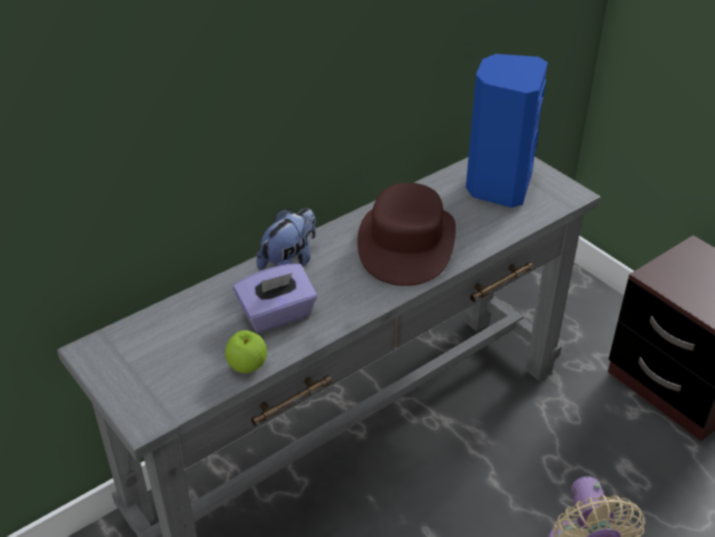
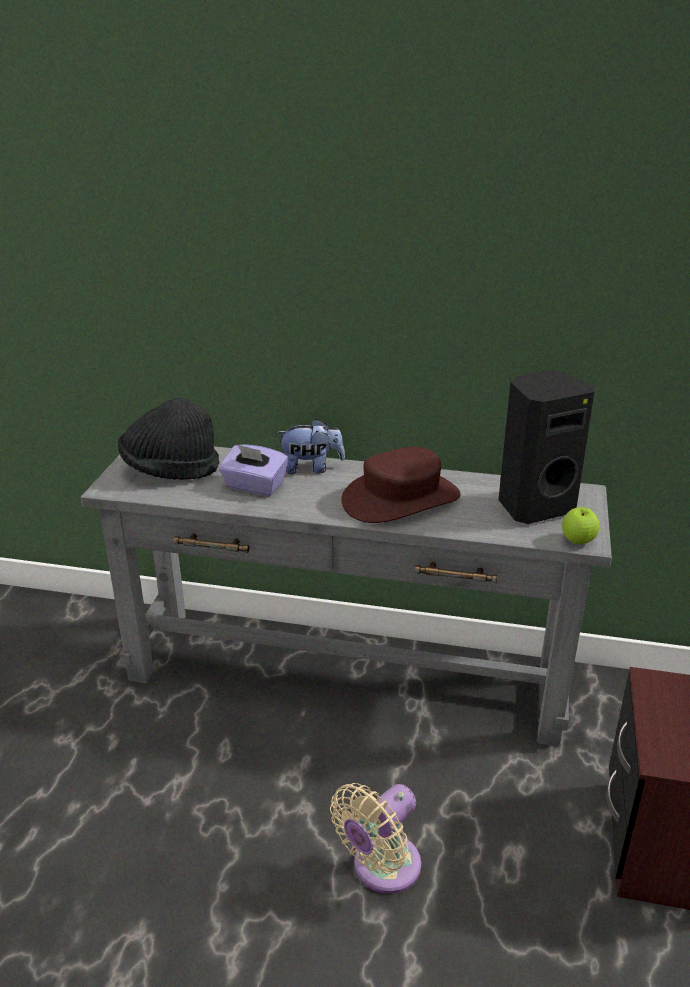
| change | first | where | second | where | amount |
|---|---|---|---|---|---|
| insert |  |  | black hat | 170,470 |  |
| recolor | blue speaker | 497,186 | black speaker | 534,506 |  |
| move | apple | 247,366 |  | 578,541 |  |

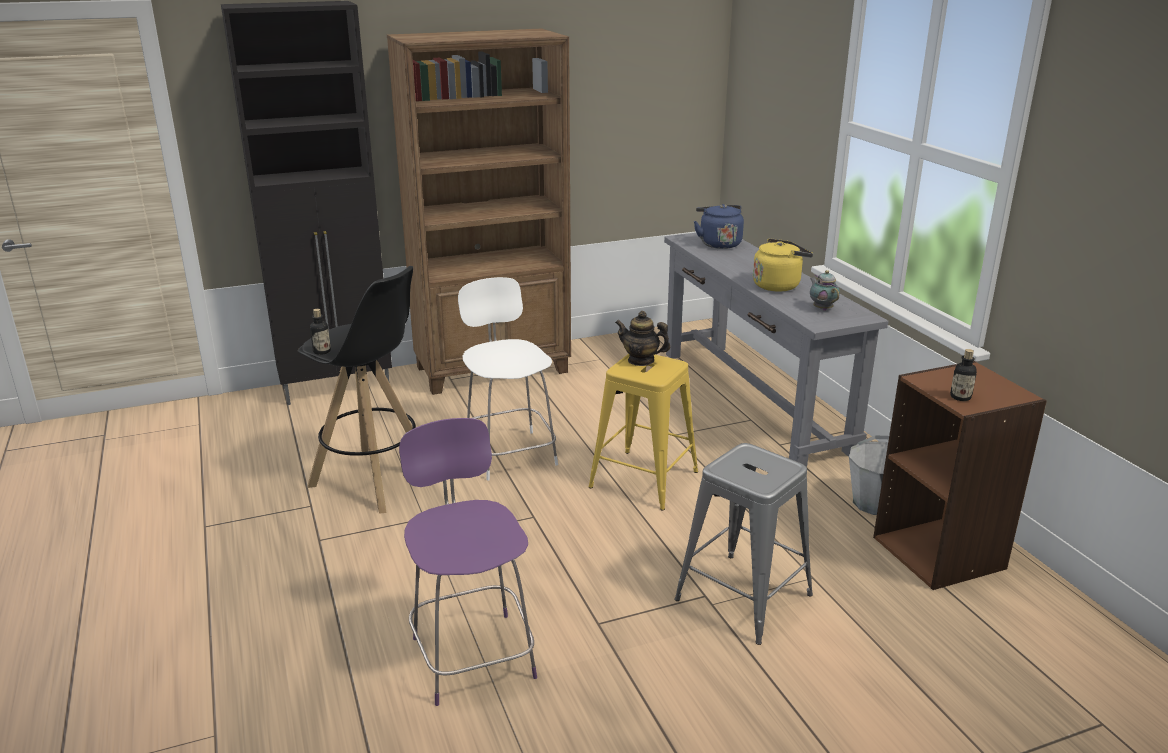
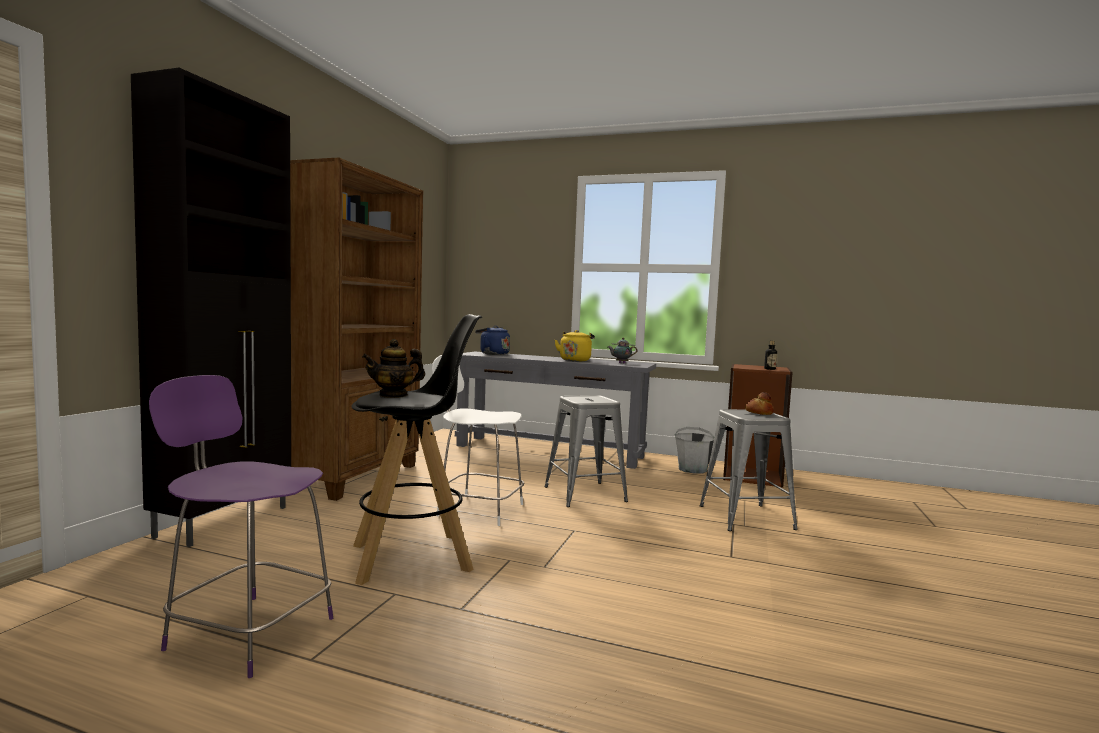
| change | first | where | second | where | amount |
|---|---|---|---|---|---|
| move | purple chair | 472,654 |  | 247,632 |  |
| move | teapot | 641,360 |  | 393,395 |  |
| recolor | yellow stool | 643,479 | grey stool | 584,494 |  |
| insert |  |  | bread | 759,412 |  |
| delete | bottle | 322,351 |  |  |  |

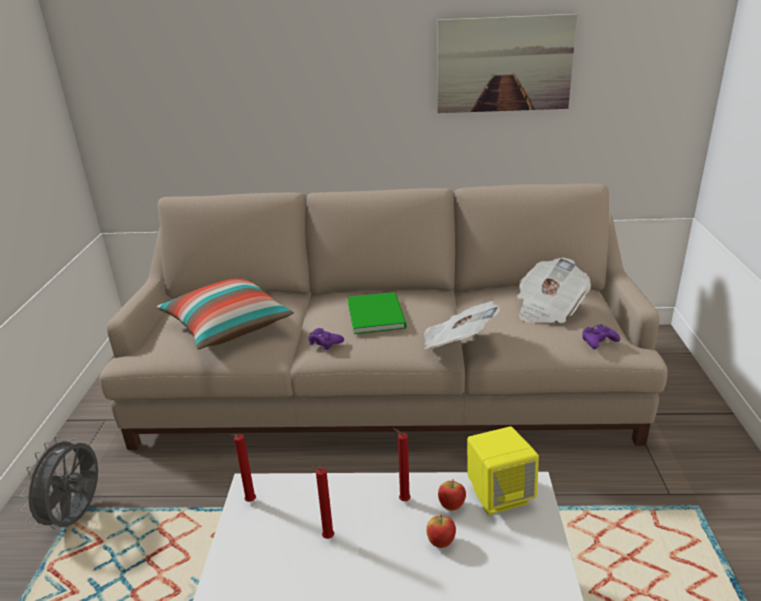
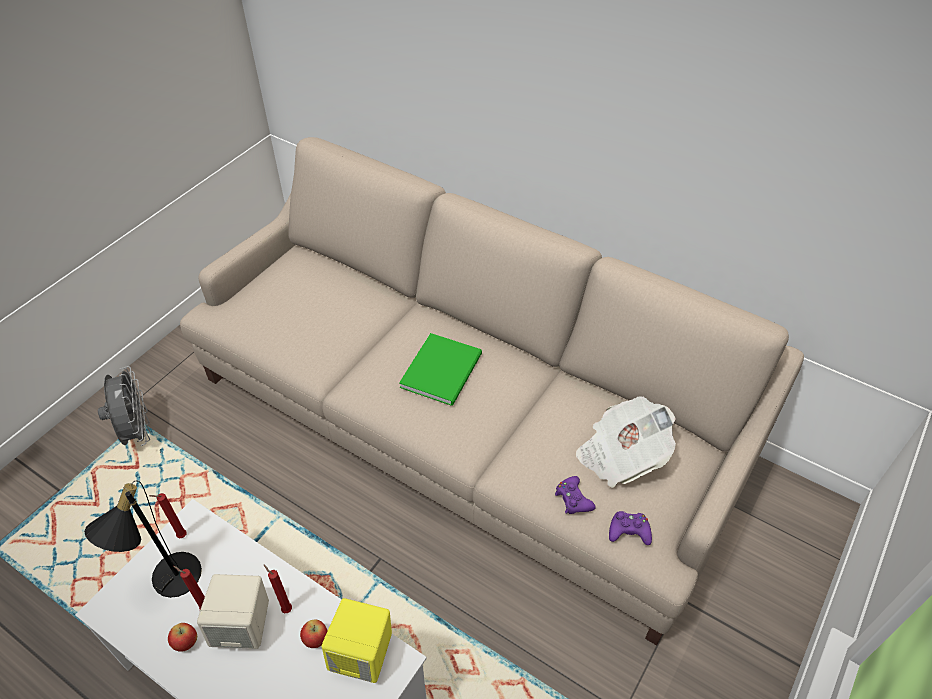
| change | first | where | second | where | amount |
|---|---|---|---|---|---|
| insert |  |  | black table lamp | 167,579 |  |
| rotate | grey fan | 77,517 |  | 137,431 | 120 degrees clockwise |
| move | apple | 441,542 |  | 186,643 |  |
| insert |  |  | beige speaker | 243,626 |  |
| move | purple game controller | 324,343 |  | 573,499 |  |
| delete | pillow | 228,326 |  |  |  |
| delete | newspaper | 457,343 |  |  |  |
| delete | picture | 504,64 |  |  |  |

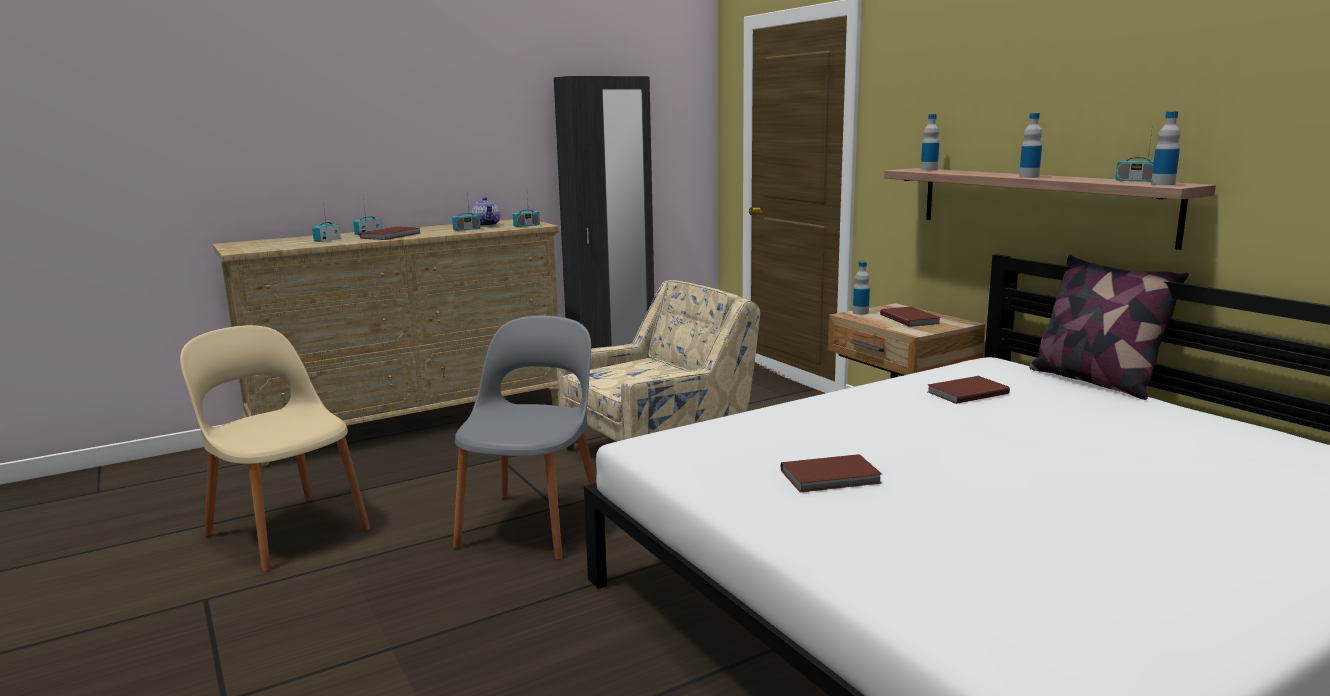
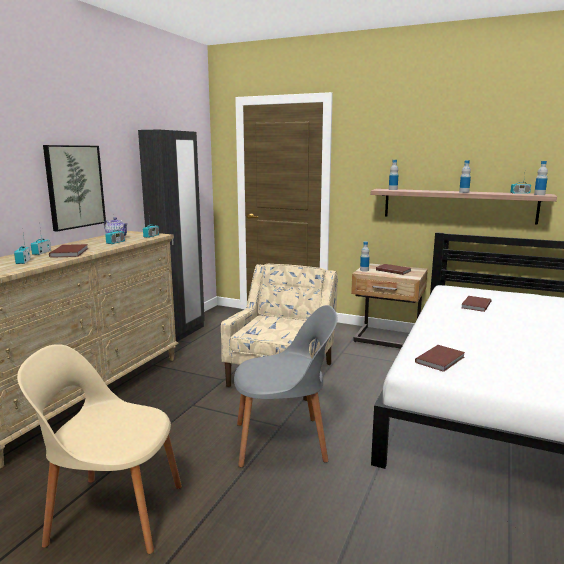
| change | first | where | second | where | amount |
|---|---|---|---|---|---|
| insert |  |  | picture | 74,186 |  |
| rotate | grey chair | 532,523 |  | 283,441 | 105 degrees clockwise |
| move | brown book | 832,477 |  | 441,360 |  |
| delete | pillow | 1094,381 |  |  |  |

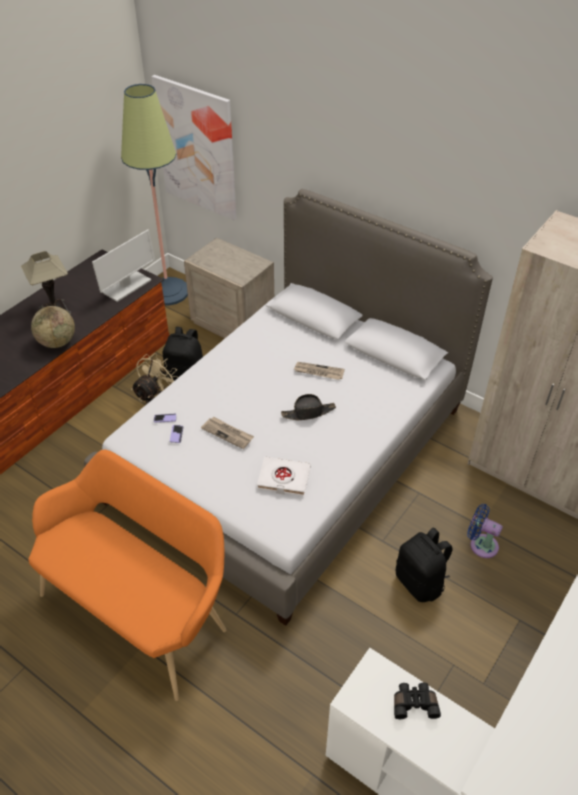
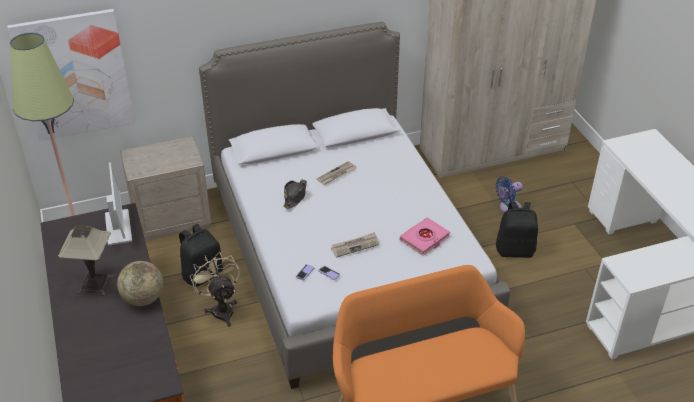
| change | first | where | second | where | amount |
|---|---|---|---|---|---|
| move | black hat | 308,412 |  | 295,196 |  |
| recolor | white book | 283,479 | pink book | 425,239 |  |
| delete | black binoculars | 414,703 |  |  |  |

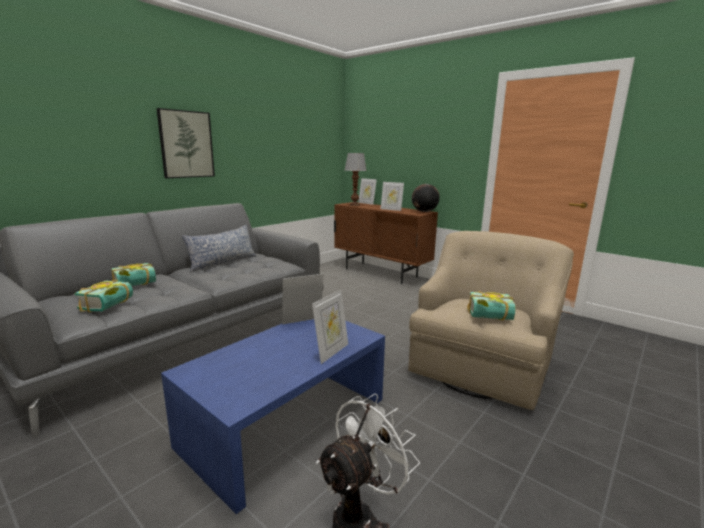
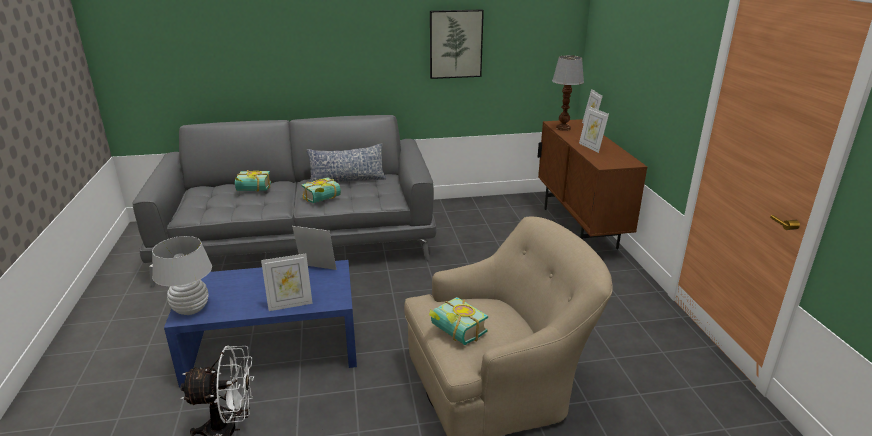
| change | first | where | second | where | amount |
|---|---|---|---|---|---|
| insert |  |  | white table lamp | 191,309 |  |
| move | book | 111,306 |  | 323,199 |  |
| move | picture | 186,144 |  | 455,44 |  |
| delete | globe | 424,211 |  |  |  |

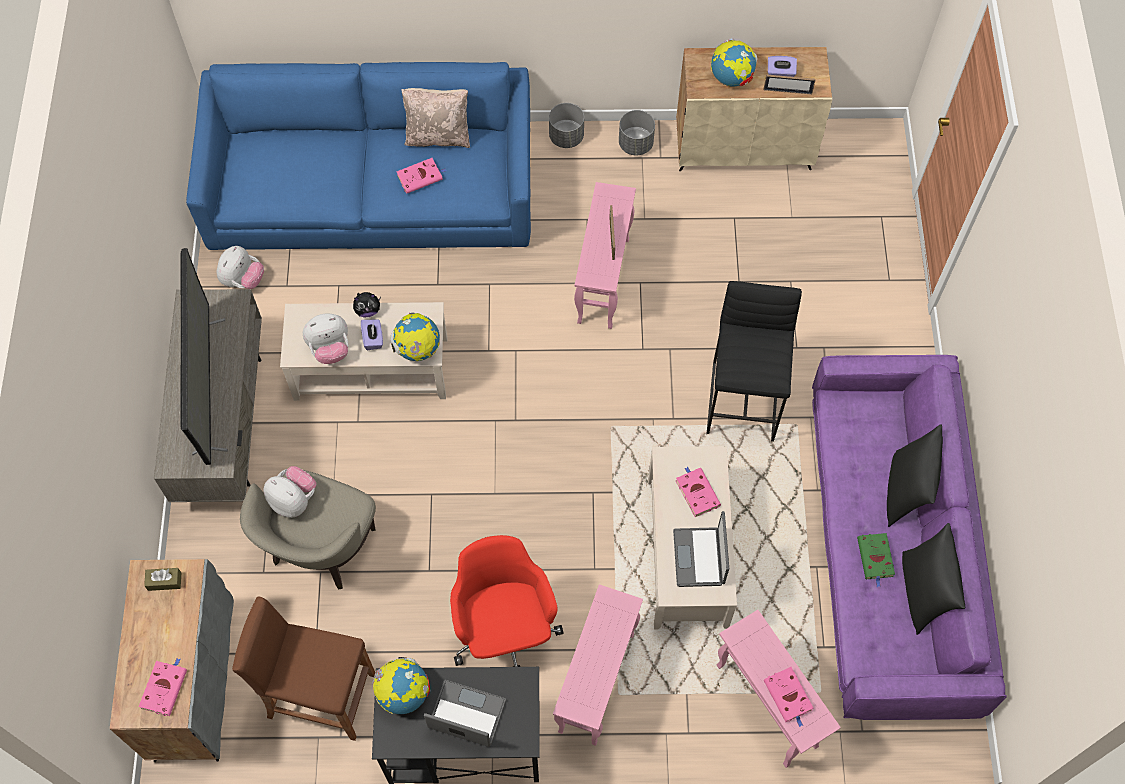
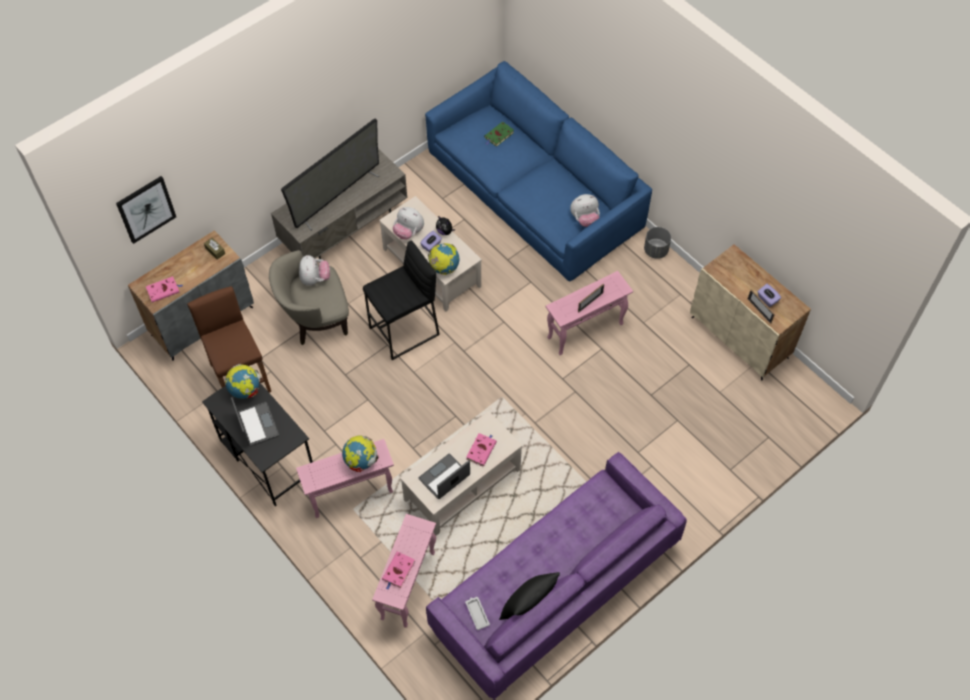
| change | first | where | second | where | amount |
|---|---|---|---|---|---|
| insert |  |  | picture | 146,209 |  |
| move | globe | 731,78 |  | 361,461 |  |
| move | black stool | 744,401 |  | 404,332 |  |
| insert |  |  | white tray | 477,613 |  |
| move | green book | 875,559 |  | 498,136 |  |
| move | plush toy | 243,280 |  | 584,219 |  |
| delete | pink book | 421,177 |  |  |  |
| delete | beige pillow | 438,136 |  |  |  |
| delete | red office chair | 504,629 |  |  |  |
| delete | grey planter | 636,144 |  |  |  |
| delete | black pillow | 906,490 |  |  |  |

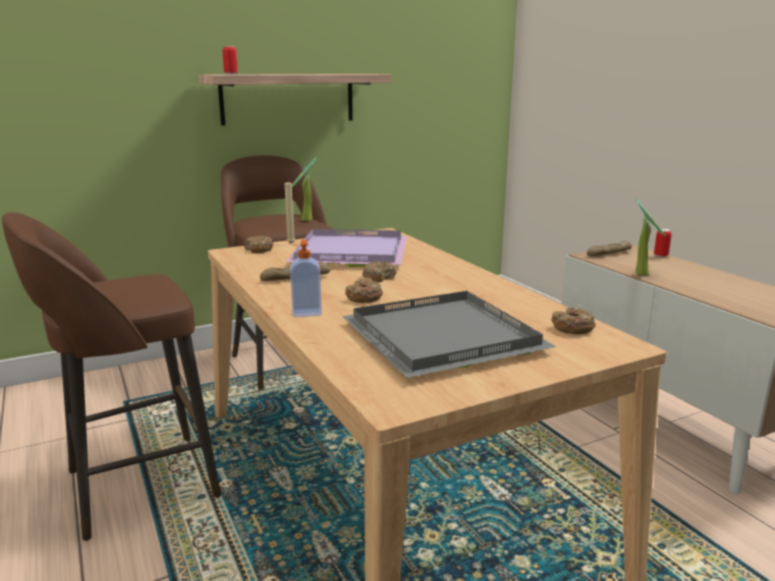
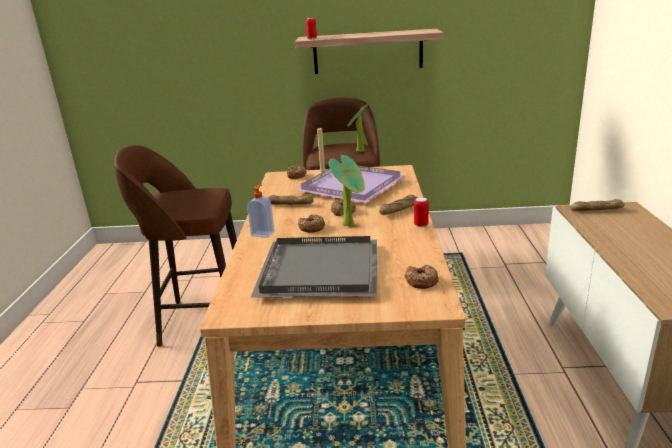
| change | first | where | second | where | amount |
|---|---|---|---|---|---|
| move | potted plant | 643,273 |  | 351,224 |  |
| insert |  |  | bread | 399,209 |  |
| move | can | 660,256 |  | 421,225 |  |

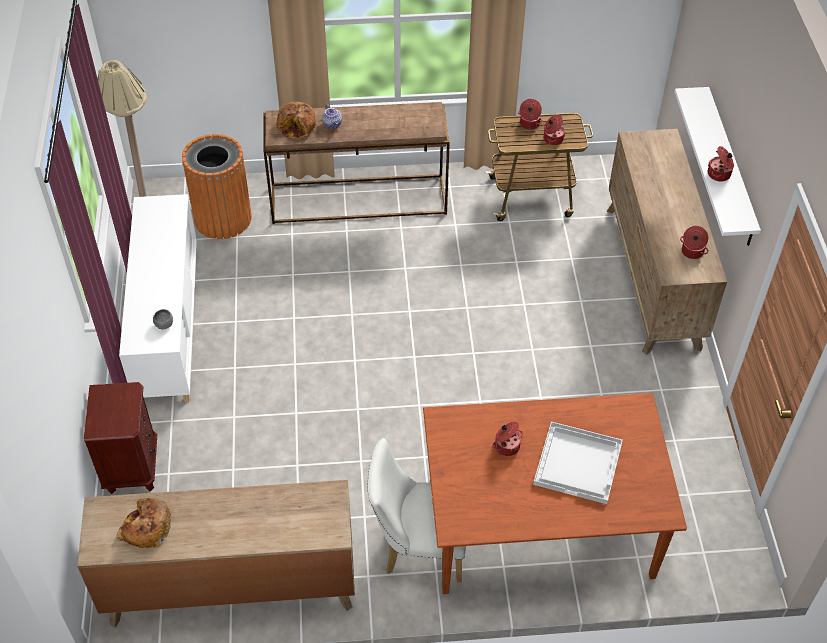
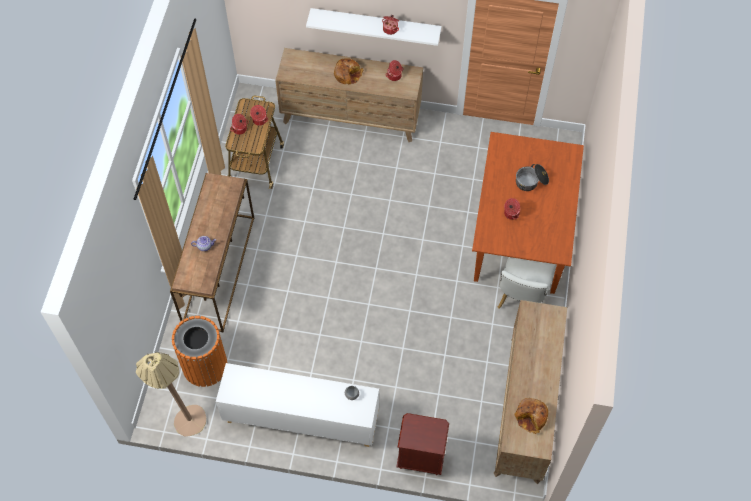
| change | first | where | second | where | amount |
|---|---|---|---|---|---|
| move | bread | 297,125 |  | 347,74 |  |
| replace | white tray | 579,463 | cooking pot | 531,181 |  |

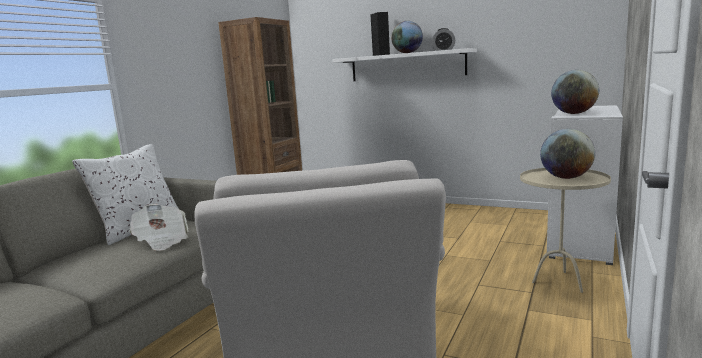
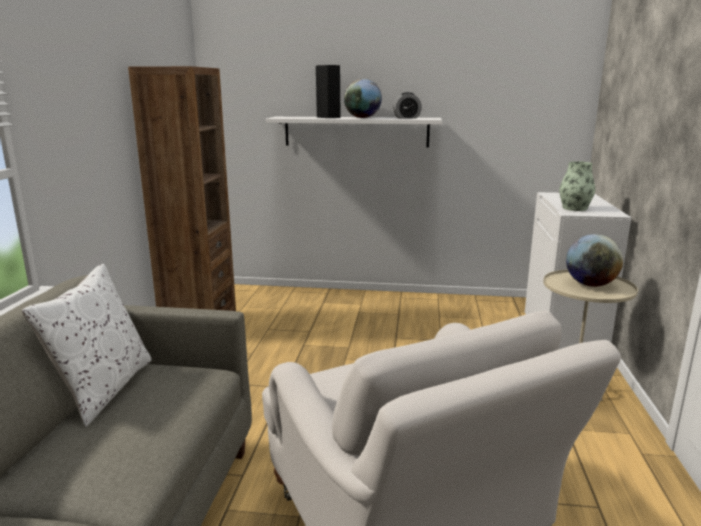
| change | first | where | second | where | amount |
|---|---|---|---|---|---|
| replace | globe | 573,113 | vase | 574,208 |  |
| delete | newspaper | 162,241 |  |  |  |

